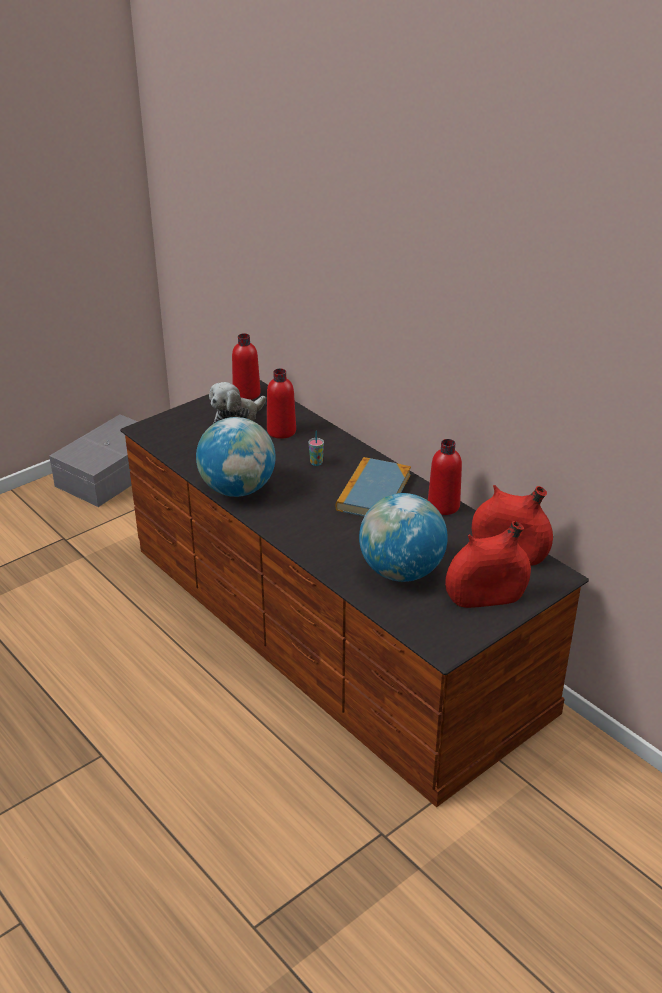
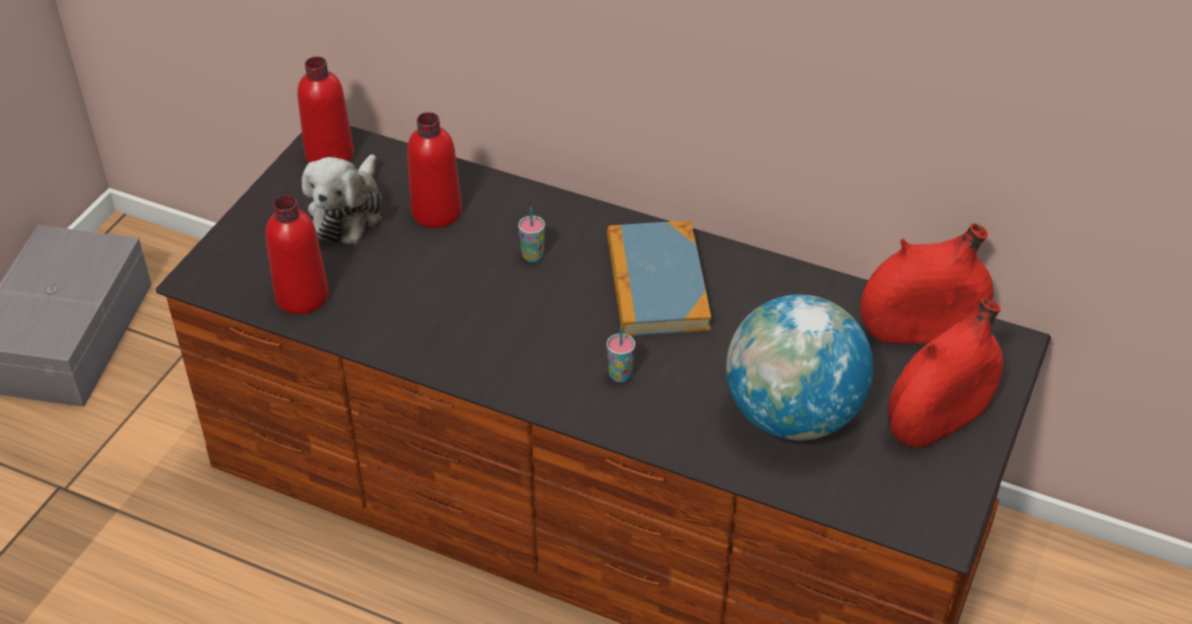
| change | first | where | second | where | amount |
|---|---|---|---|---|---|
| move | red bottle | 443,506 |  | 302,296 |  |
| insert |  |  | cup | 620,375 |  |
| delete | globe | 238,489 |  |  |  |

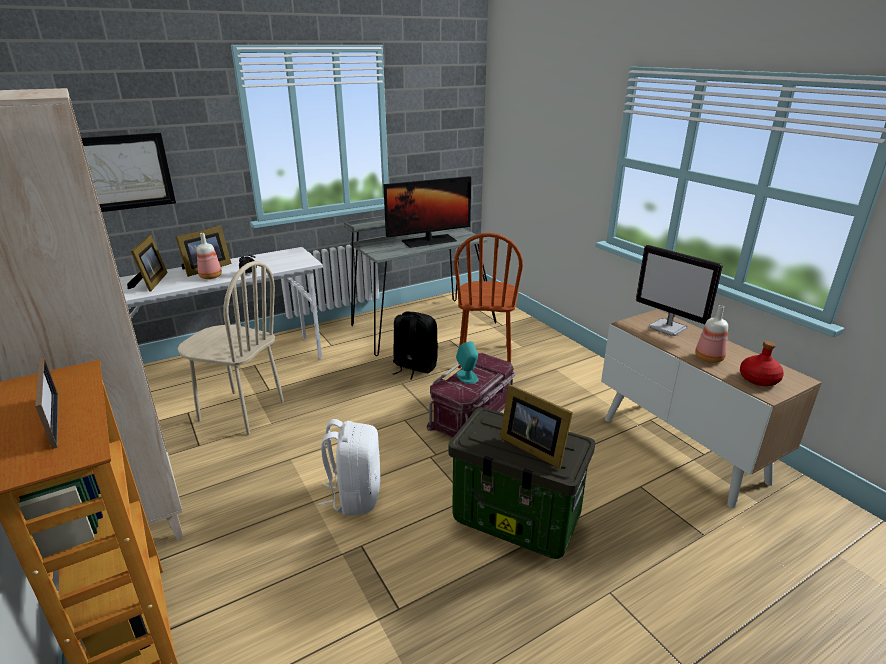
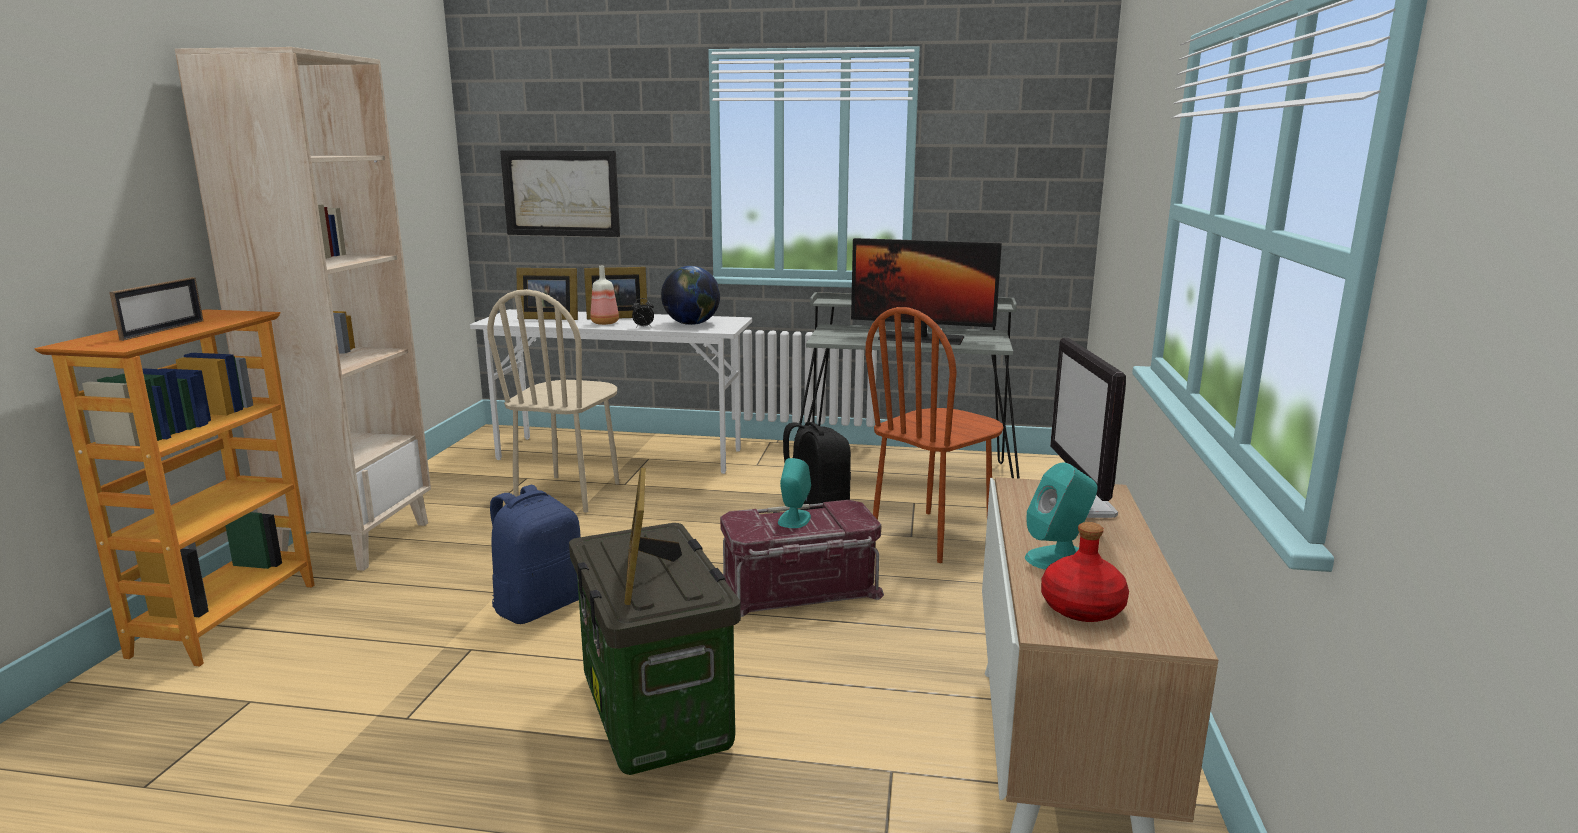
| change | first | where | second | where | amount |
|---|---|---|---|---|---|
| rotate | beige chair | 241,411 |  | 569,493 | 45 degrees clockwise |
| recolor | white backpack | 355,496 | blue backpack | 539,606 |  |
| rotate | picture frame | 151,283 |  | 548,318 | 60 degrees clockwise |
| insert |  |  | globe | 691,324 |  |
| replace | bottle | 709,358 | turquoise speaker | 1058,558 |  |

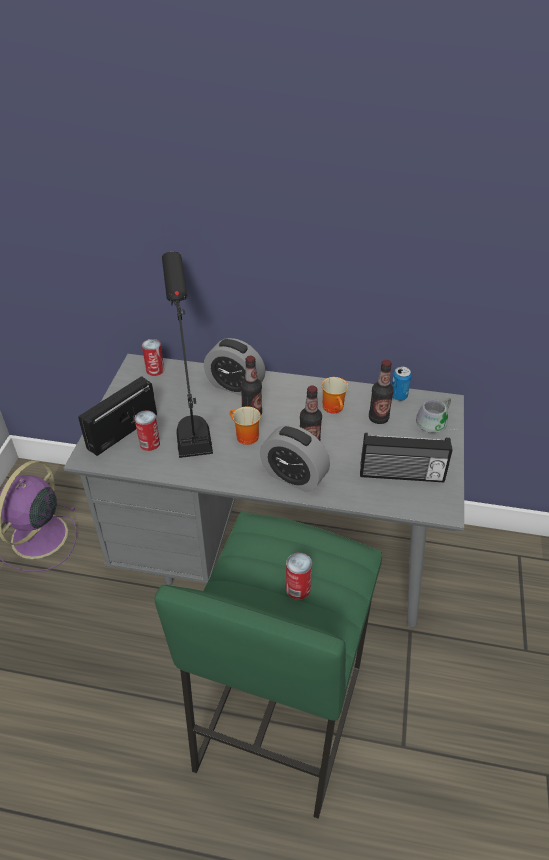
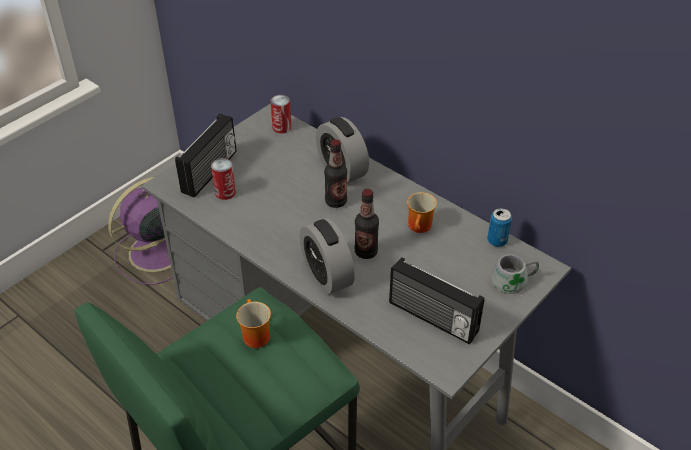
| change | first | where | second | where | amount |
|---|---|---|---|---|---|
| rotate | radio | 121,431 |  | 211,172 | 135 degrees clockwise |
| move | mug | 244,436 |  | 253,335 |  |
| delete | black table lamp | 190,415 |  |  |  |
| delete | can | 298,588 |  |  |  |
| delete | bottle | 378,418 |  |  |  |

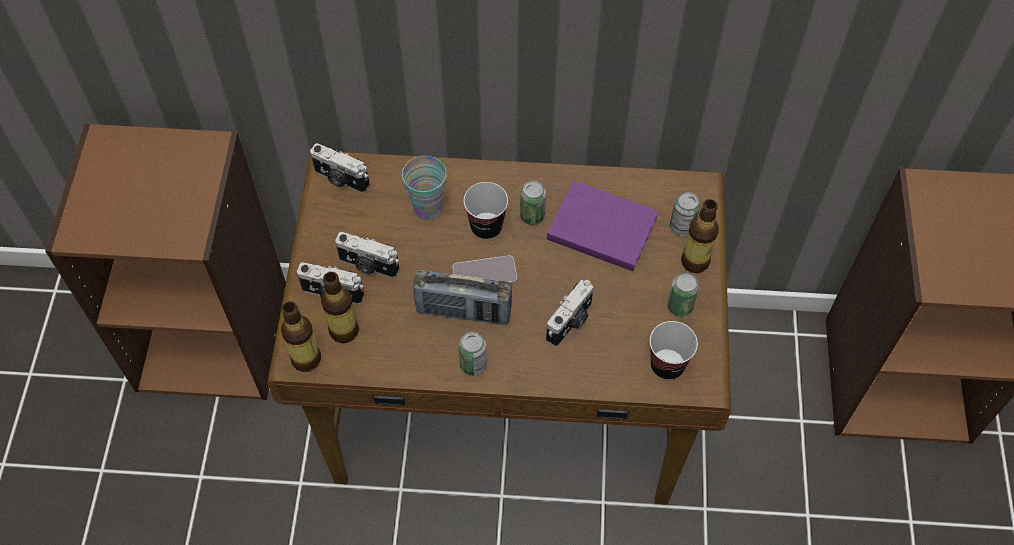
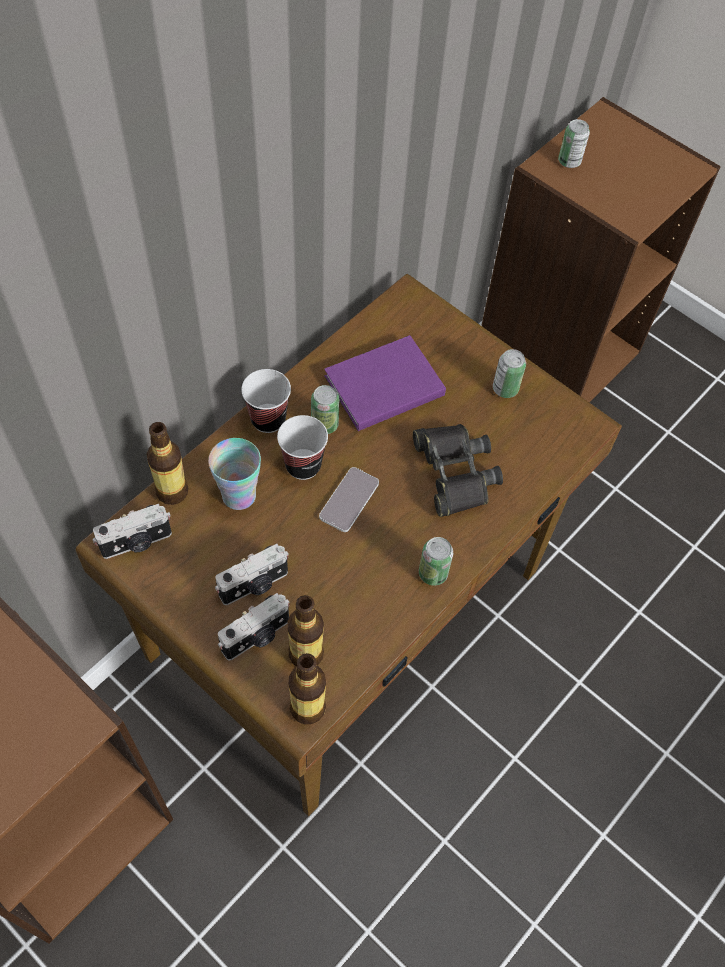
| change | first | where | second | where | amount |
|---|---|---|---|---|---|
| move | bottle | 695,261 |  | 172,491 |  |
| move | cup | 667,365 |  | 268,419 |  |
| replace | photo camera | 570,323 | black binoculars | 454,472 |  |
| move | can | 682,227 |  | 569,161 |  |
| delete | radio | 463,312 |  |  |  |

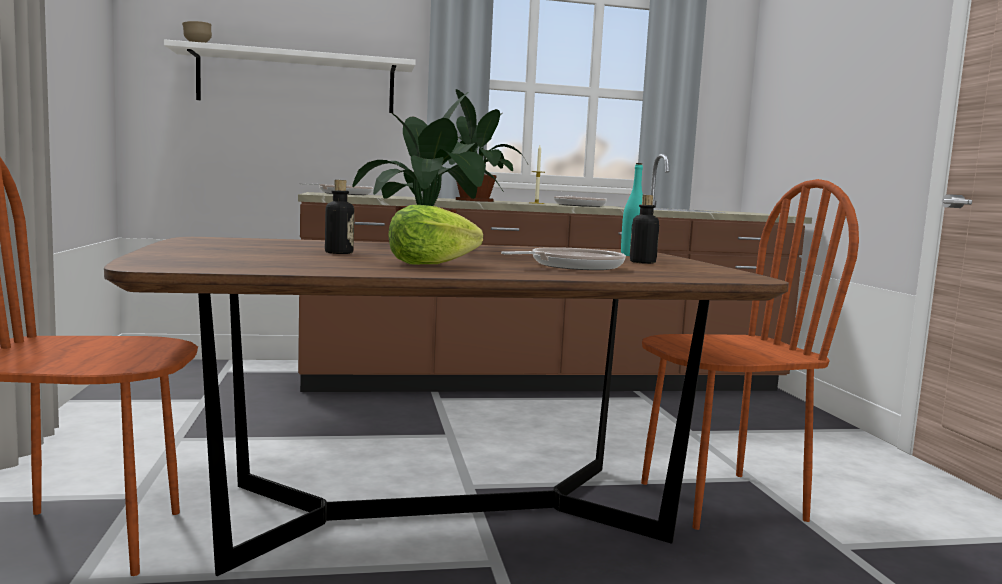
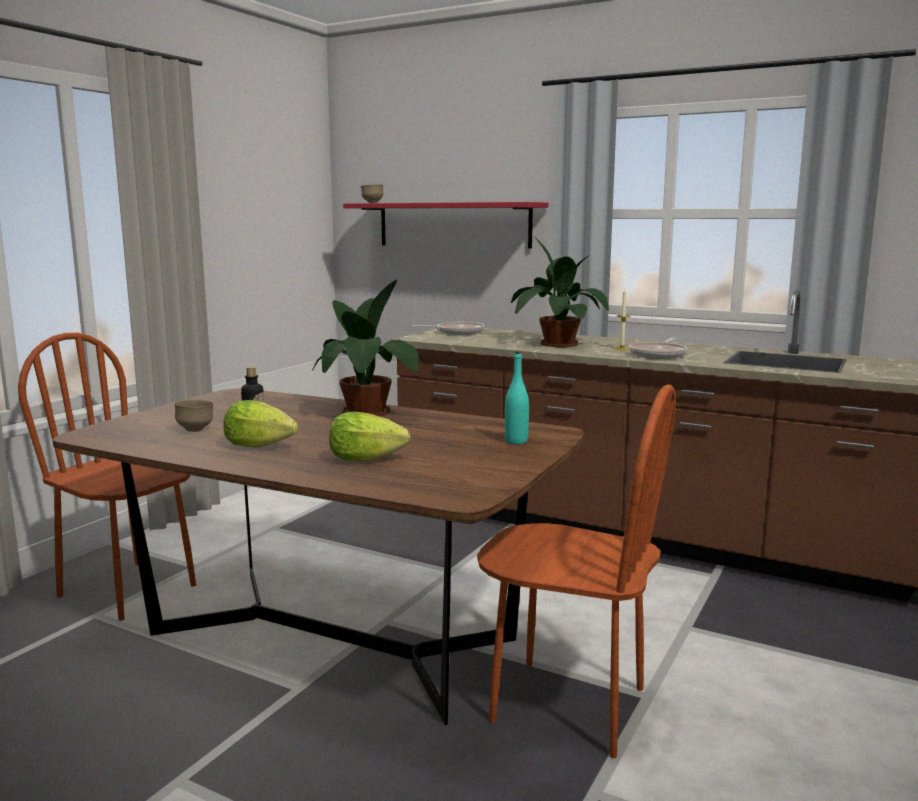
| change | first | where | second | where | amount |
|---|---|---|---|---|---|
| insert |  |  | brown bowl | 196,430 |  |
| replace | frying pan | 572,266 | lettuce | 365,459 |  |
| recolor | white shelf | 297,82 | red shelf | 453,225 |  |
| delete | bottle | 642,262 |  |  |  |

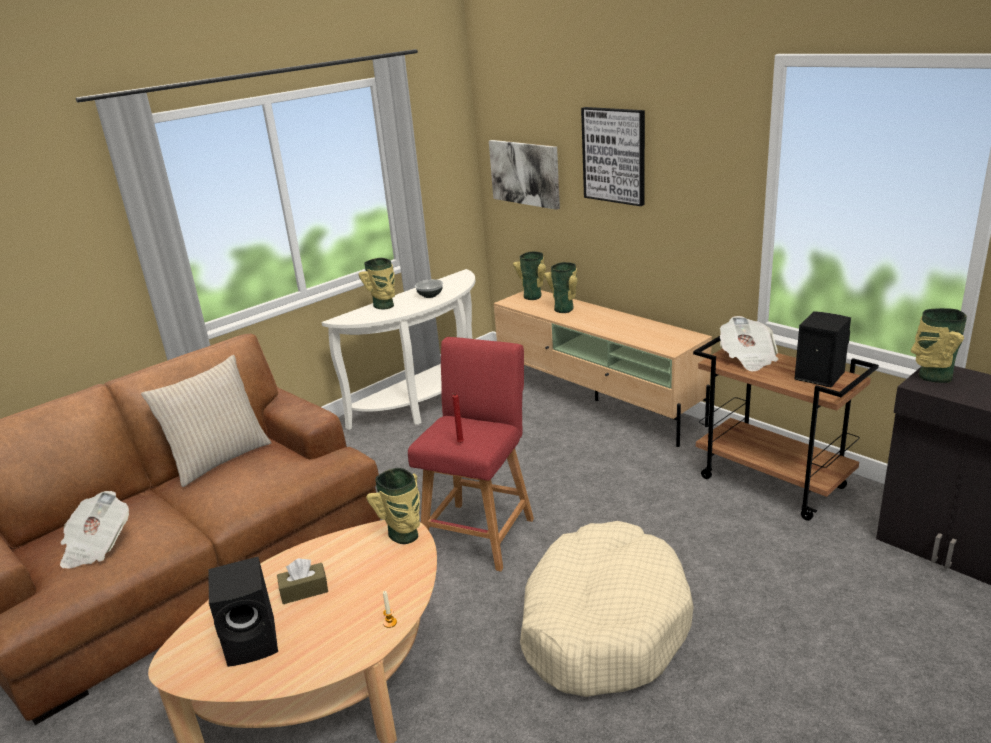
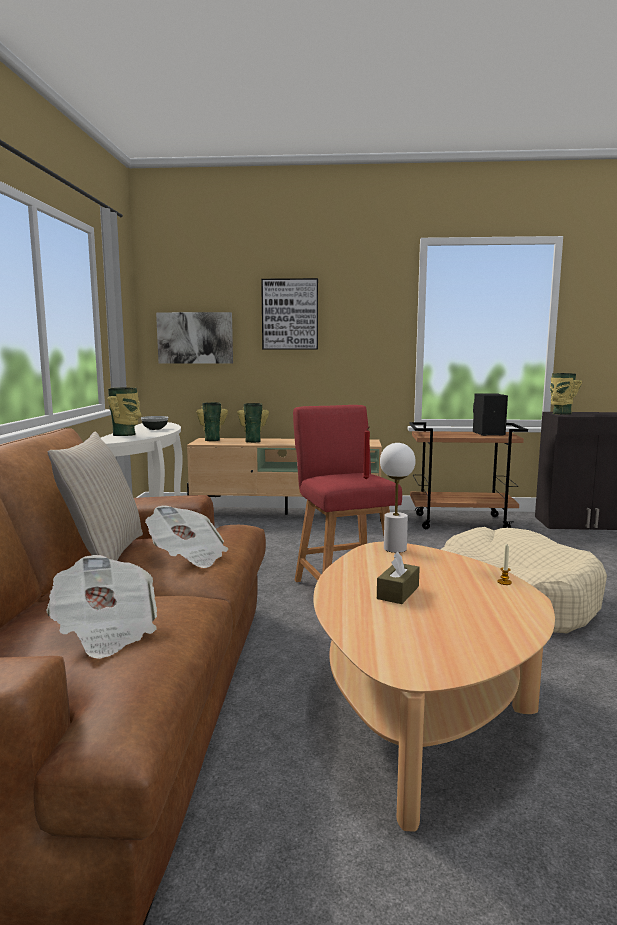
| change | first | where | second | where | amount |
|---|---|---|---|---|---|
| move | newspaper | 747,358 |  | 188,556 |  |
| replace | vase | 405,536 | white table lamp | 394,548 |  |
| delete | black speaker | 254,641 |  |  |  |

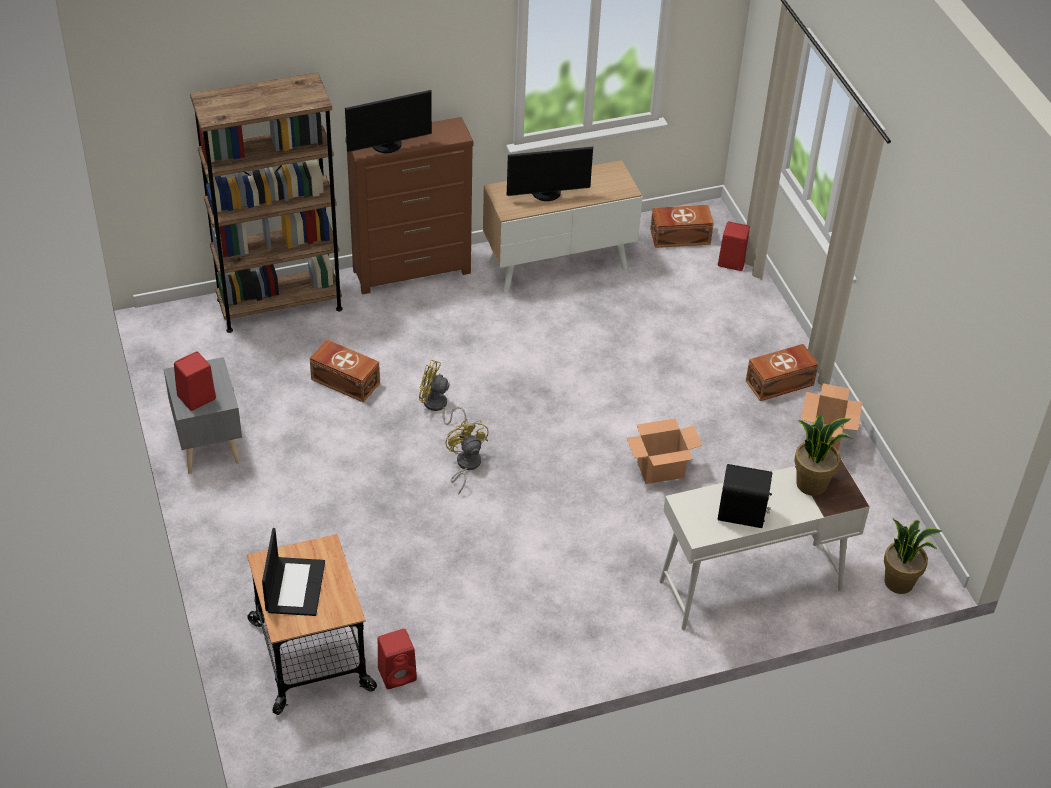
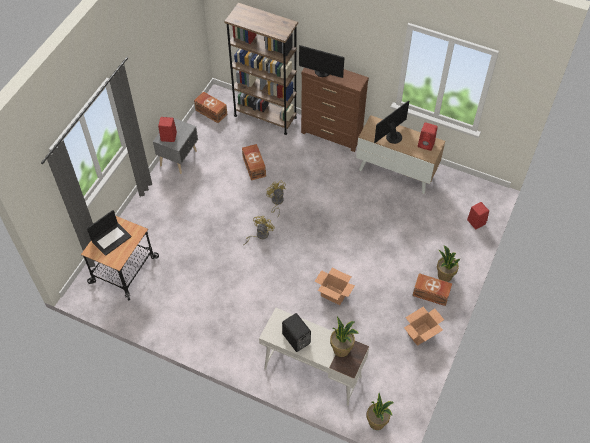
| change | first | where | second | where | amount |
|---|---|---|---|---|---|
| move | brown storage box | 679,236 |  | 211,111 |  |
| rotate | monitor | 547,194 |  | 392,136 | 105 degrees clockwise |
| move | red speaker | 398,674 |  | 426,144 |  |
| insert |  |  | potted plant | 444,276 |  |

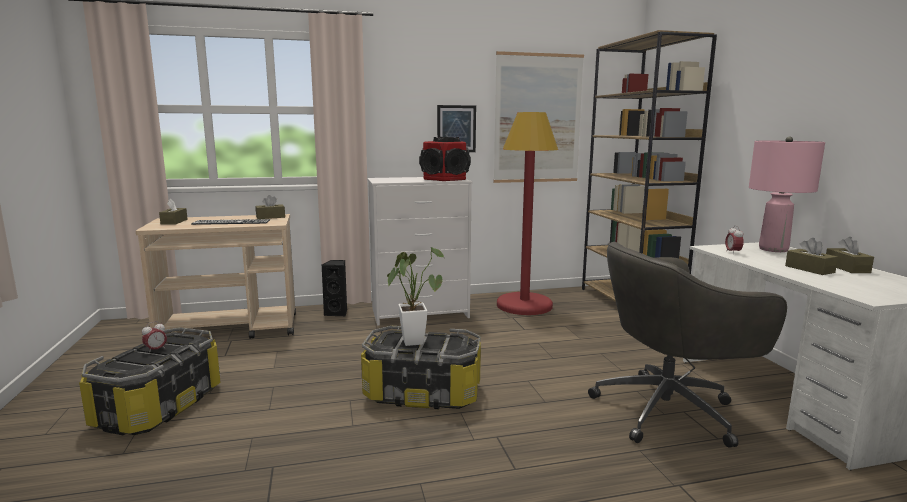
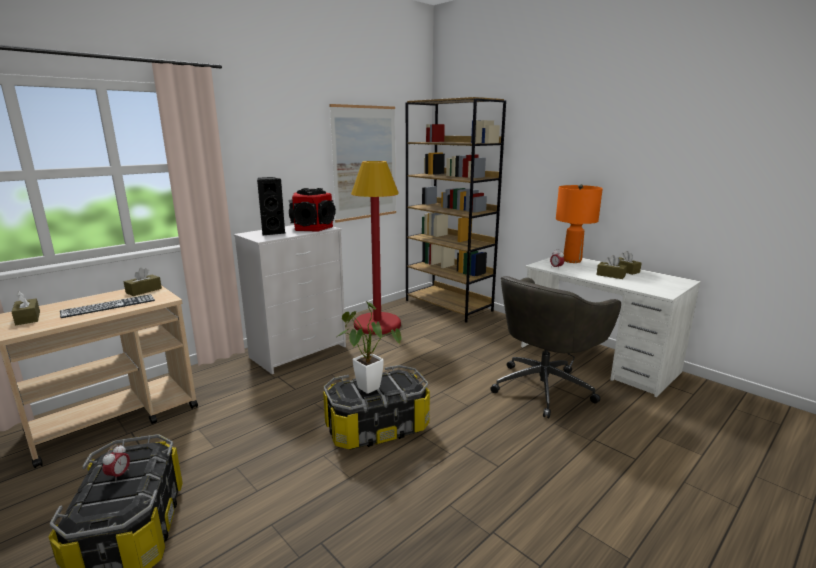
| change | first | where | second | where | amount |
|---|---|---|---|---|---|
| move | black speaker | 337,313 |  | 272,232 |  |
| recolor | pink table lamp | 772,249 | orange table lamp | 571,260 |  |
| delete | picture | 456,129 |  |  |  |

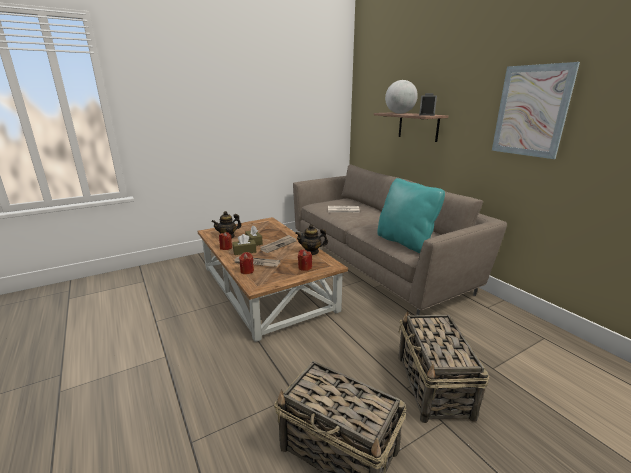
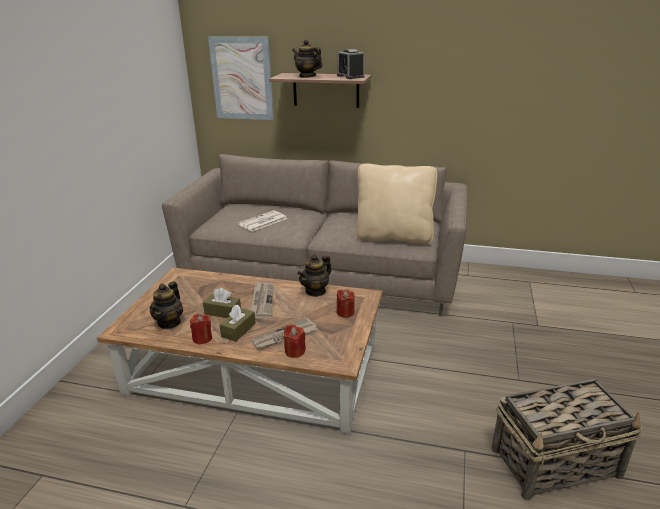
| change | first | where | second | where | amount |
|---|---|---|---|---|---|
| move | picture | 531,111 |  | 242,78 |  |
| replace | globe | 399,113 | teapot | 307,76 |  |
| recolor | turquoise pillow | 405,242 | beige pillow | 394,237 |  |
| delete | basket | 434,387 |  |  |  |

